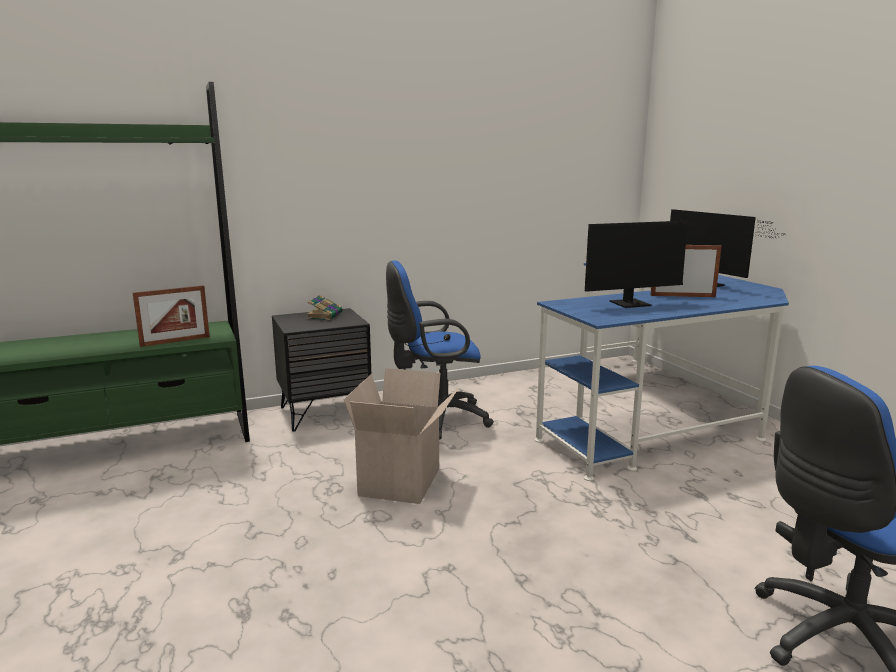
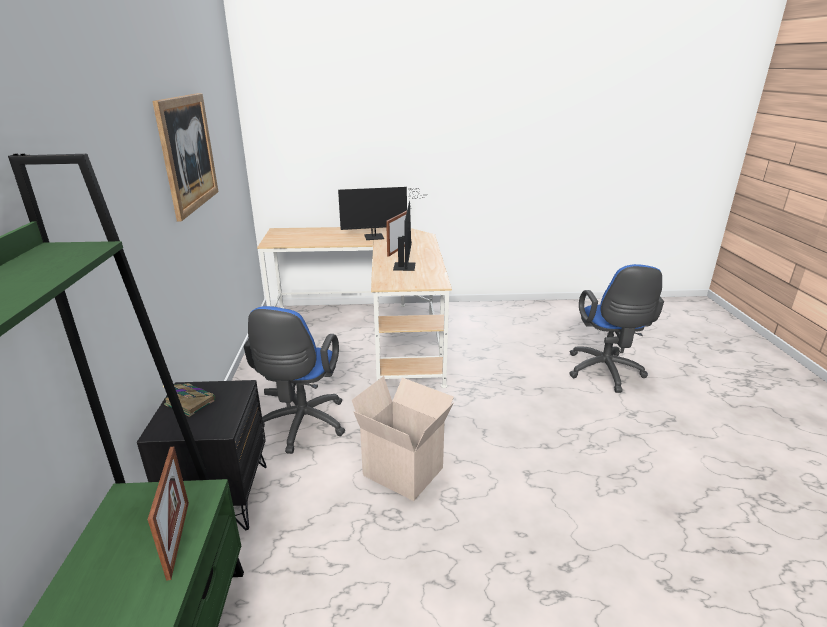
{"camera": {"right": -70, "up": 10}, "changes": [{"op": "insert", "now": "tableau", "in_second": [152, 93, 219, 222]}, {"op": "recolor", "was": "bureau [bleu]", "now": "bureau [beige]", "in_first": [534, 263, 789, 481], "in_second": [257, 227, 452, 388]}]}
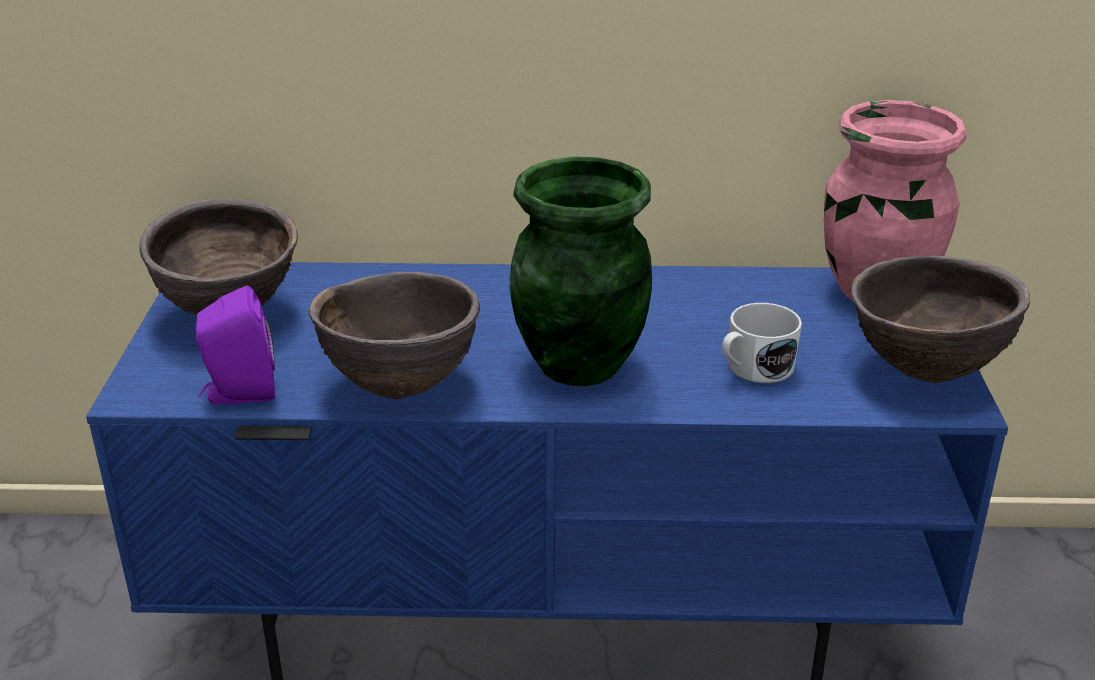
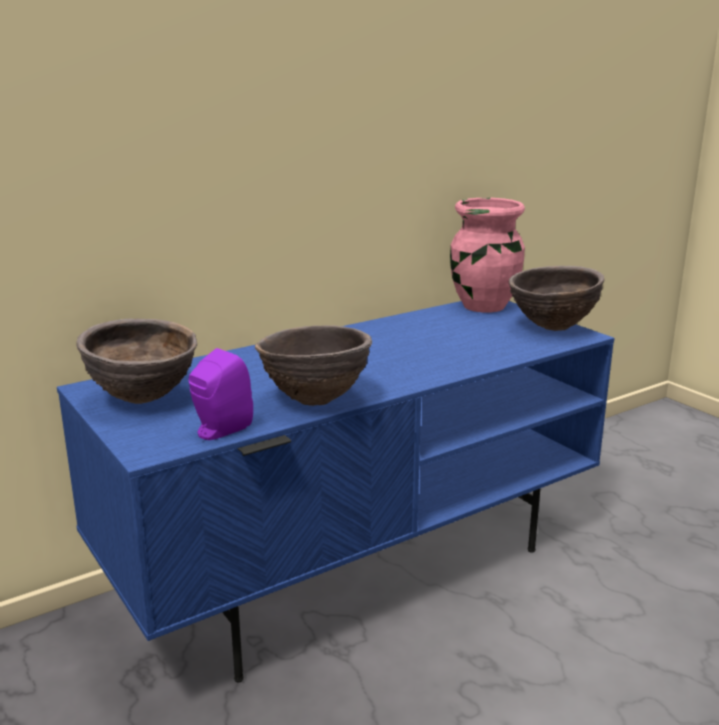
{"camera": {"right": -35, "up": -10}, "changes": [{"op": "delete", "was": "vase [vert]", "in_first": [509, 157, 652, 386]}, {"op": "delete", "was": "mug [blanc]", "in_first": [722, 303, 802, 383]}]}
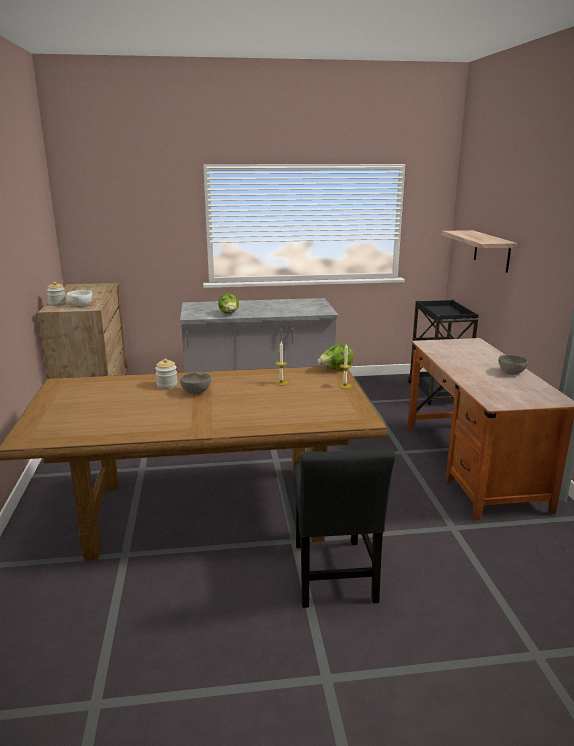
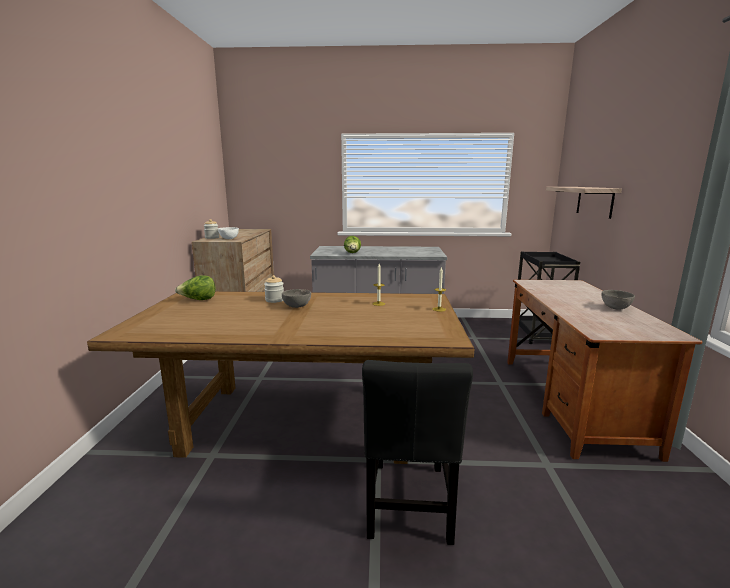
{"camera": {"right": 10, "up": -5}, "changes": [{"op": "move", "was": "laitue", "in_first": [317, 344, 354, 370], "in_second": [175, 275, 216, 300]}]}
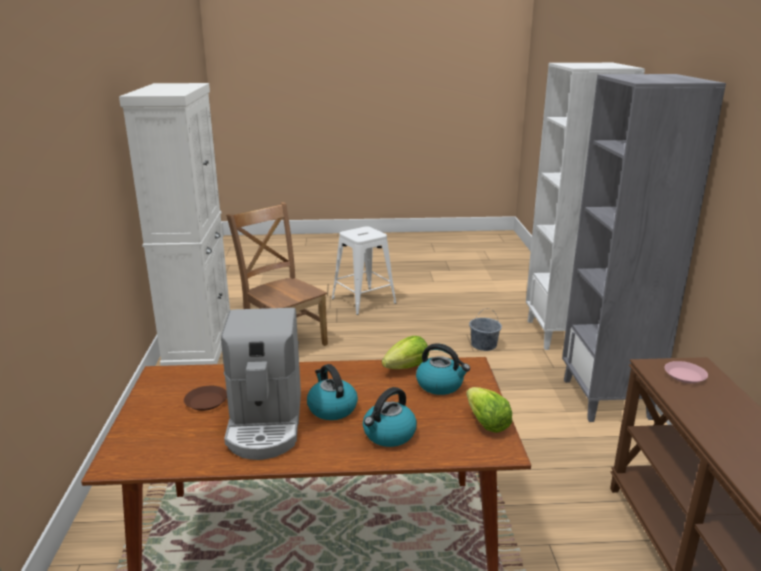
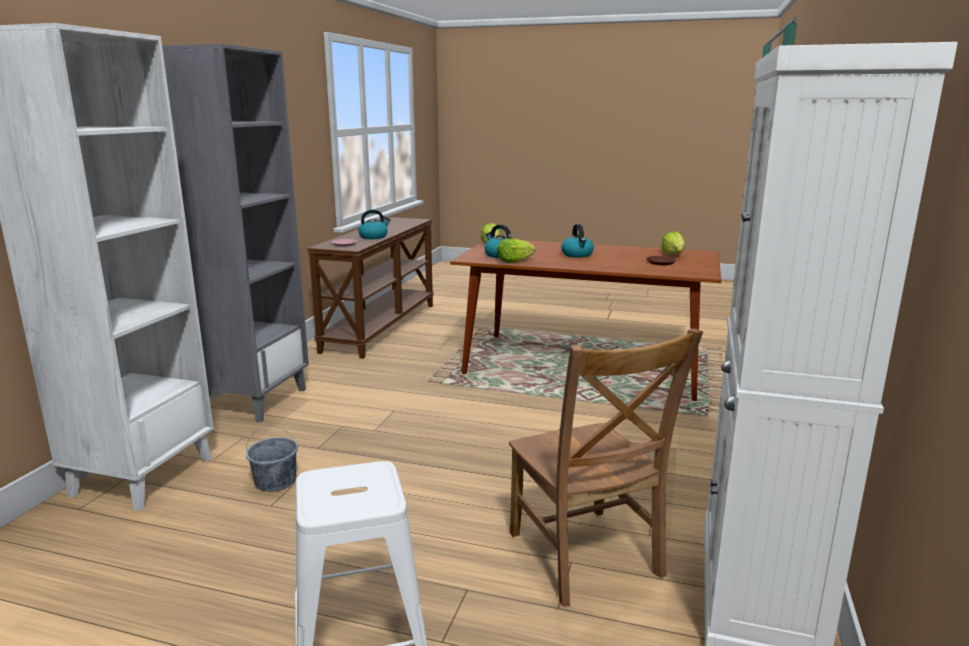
{"camera": {"right": -160, "up": -5}, "changes": [{"op": "delete", "was": "machine à café", "in_first": [221, 308, 301, 460]}, {"op": "insert", "now": "laitue", "in_second": [661, 231, 685, 255]}, {"op": "move", "was": "bouilloire", "in_first": [363, 387, 417, 447], "in_second": [358, 210, 390, 239]}]}
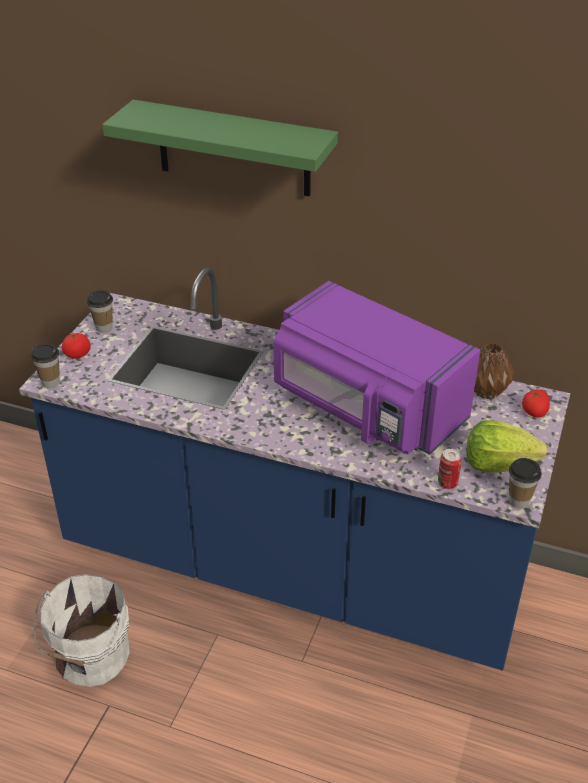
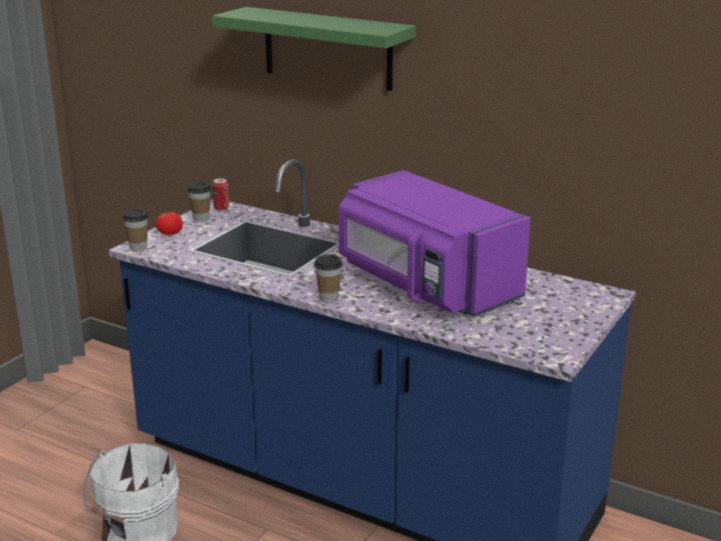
{"camera": {"right": 10, "up": -15}, "changes": [{"op": "delete", "was": "laitue", "in_first": [466, 420, 548, 473]}, {"op": "delete", "was": "vase [marron]", "in_first": [474, 343, 515, 399]}, {"op": "delete", "was": "tomate", "in_first": [522, 389, 550, 418]}, {"op": "move", "was": "boîte métallique", "in_first": [438, 449, 462, 489], "in_second": [212, 178, 229, 211]}, {"op": "move", "was": "tasse", "in_first": [509, 458, 542, 509], "in_second": [314, 255, 343, 302]}]}
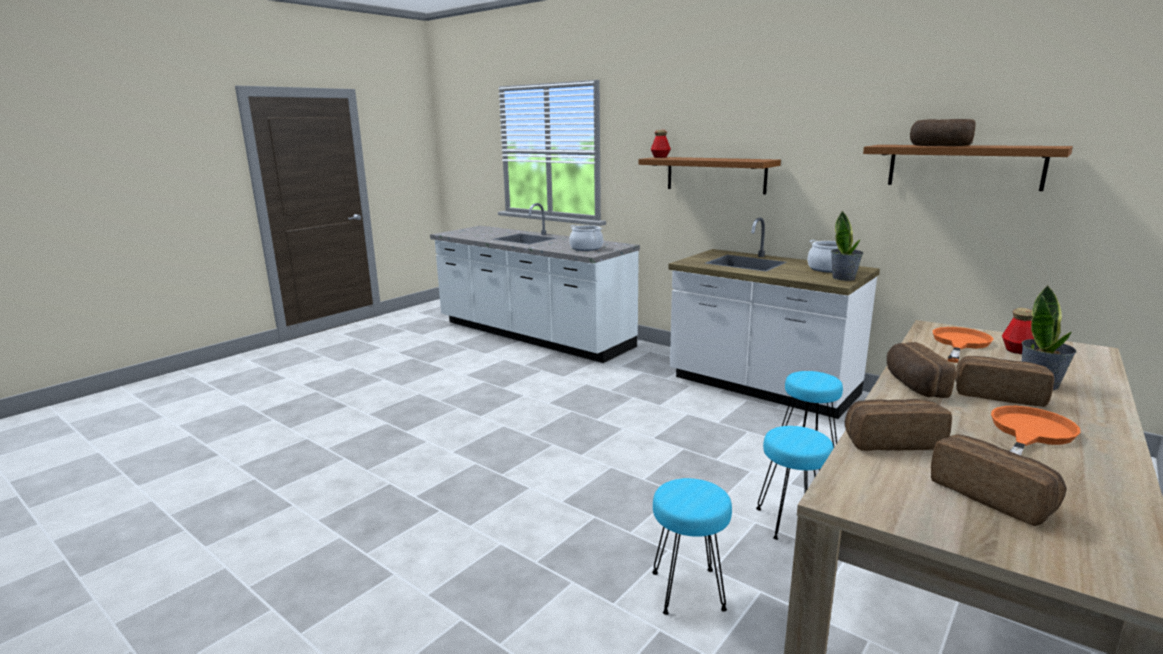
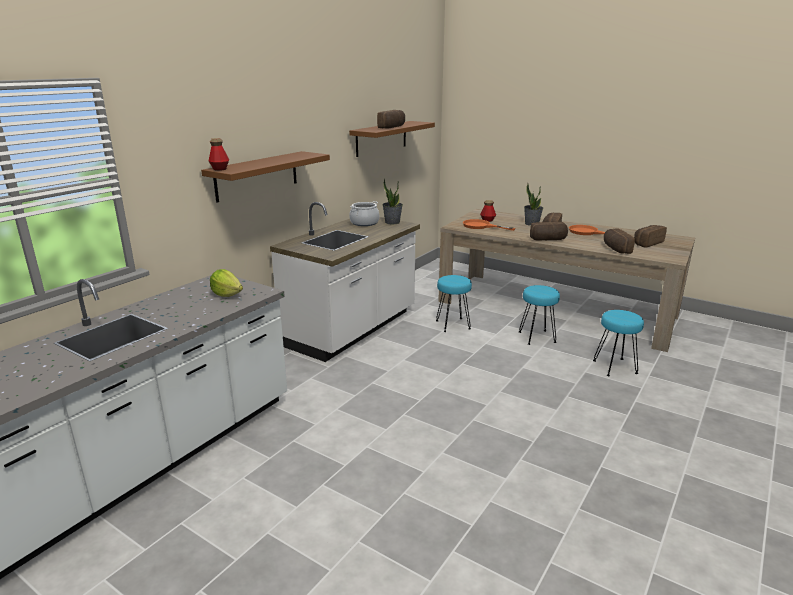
{"camera": {"right": -95, "up": 5}, "changes": [{"op": "replace", "was": "marmite", "now": "laitue", "in_first": [569, 225, 603, 251], "in_second": [210, 269, 243, 297]}]}
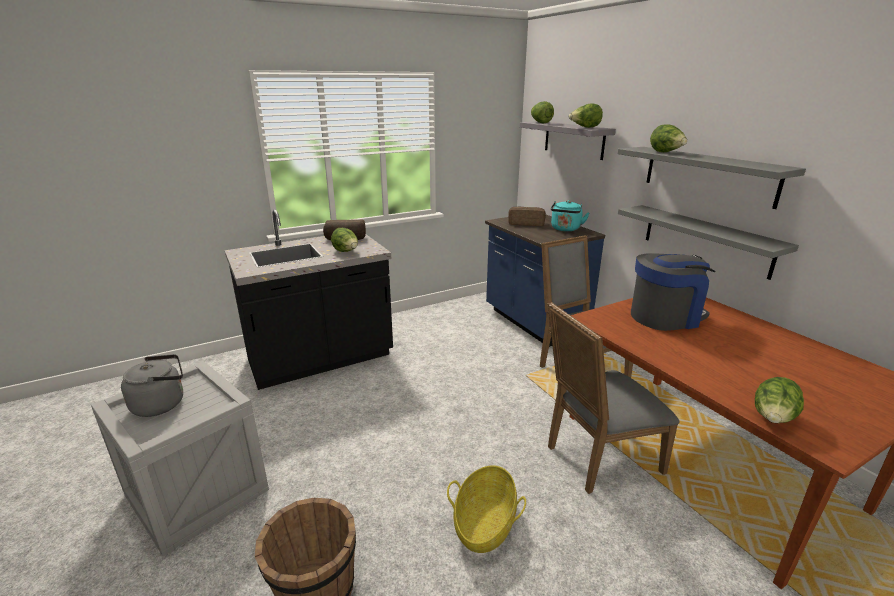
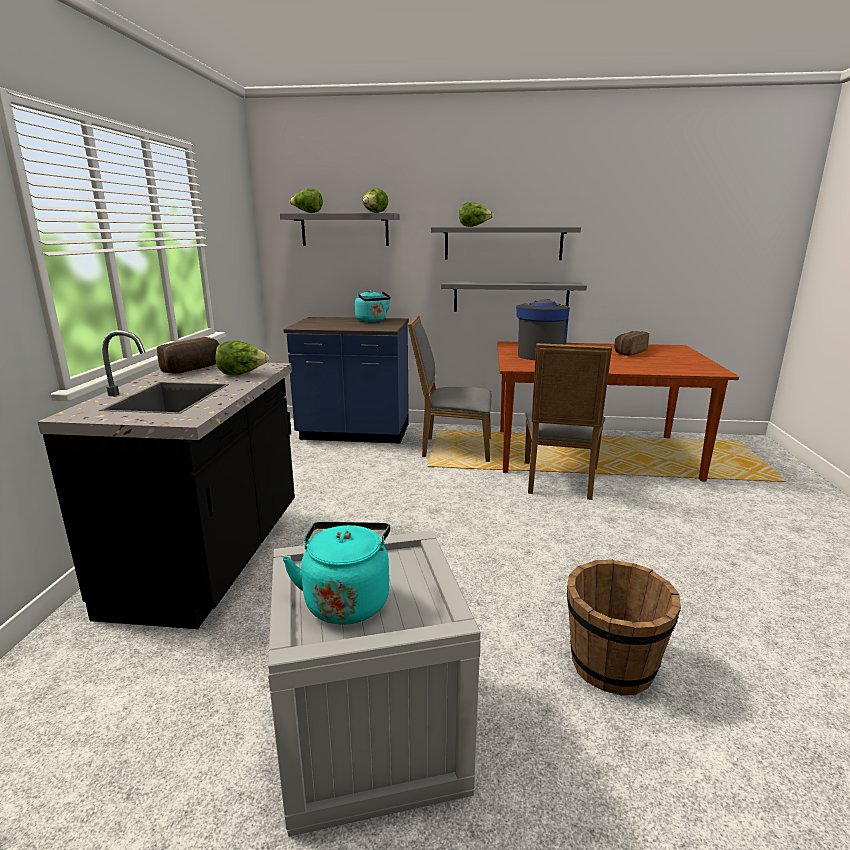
{"camera": {"right": -55, "up": -5}, "changes": [{"op": "delete", "was": "panier", "in_first": [447, 465, 526, 553]}, {"op": "delete", "was": "laitue", "in_first": [755, 377, 804, 423]}, {"op": "move", "was": "pain", "in_first": [508, 207, 546, 226], "in_second": [614, 331, 649, 356]}, {"op": "recolor", "was": "bouilloire [gris]", "now": "bouilloire [turquoise]", "in_first": [121, 354, 183, 417], "in_second": [282, 522, 390, 625]}]}
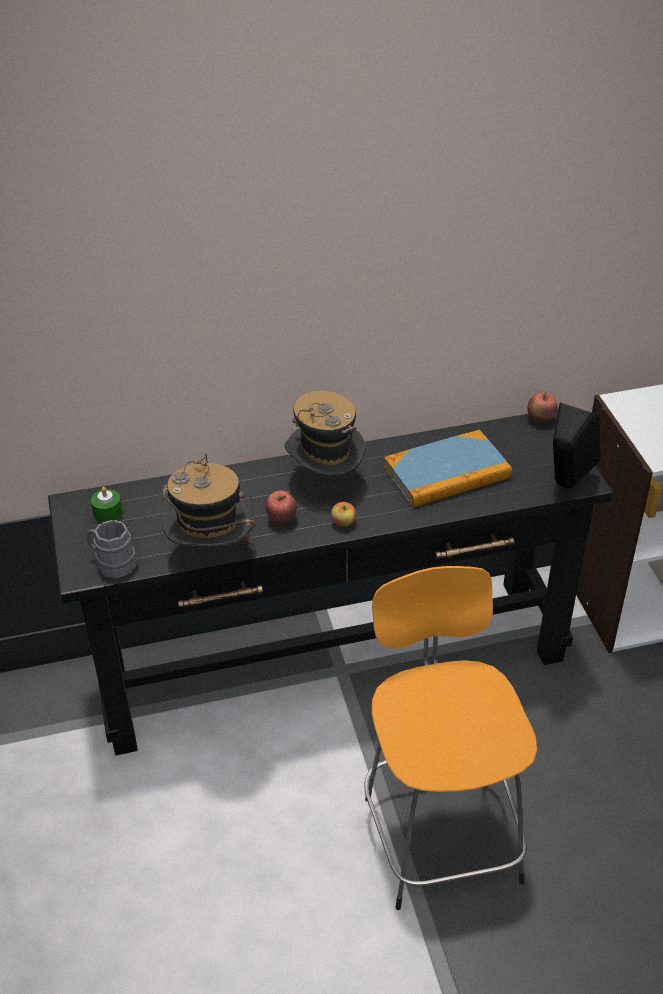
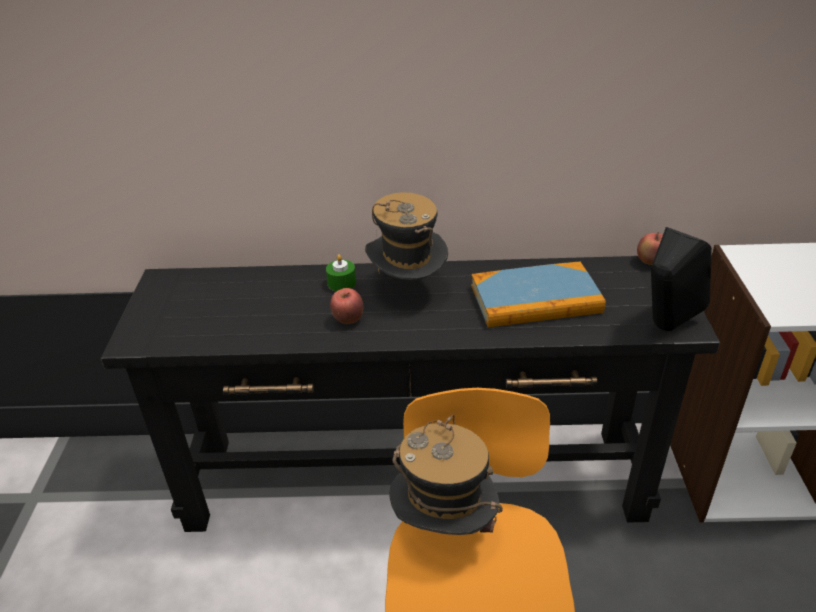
{"camera": {"right": 15, "up": -5}, "changes": [{"op": "delete", "was": "mug [gris]", "in_first": [87, 520, 136, 579]}, {"op": "delete", "was": "pomme", "in_first": [331, 502, 356, 527]}, {"op": "move", "was": "bougie [vert]", "in_first": [91, 487, 123, 523], "in_second": [326, 254, 356, 291]}, {"op": "move", "was": "chapeau", "in_first": [162, 453, 256, 546], "in_second": [389, 414, 503, 535]}]}
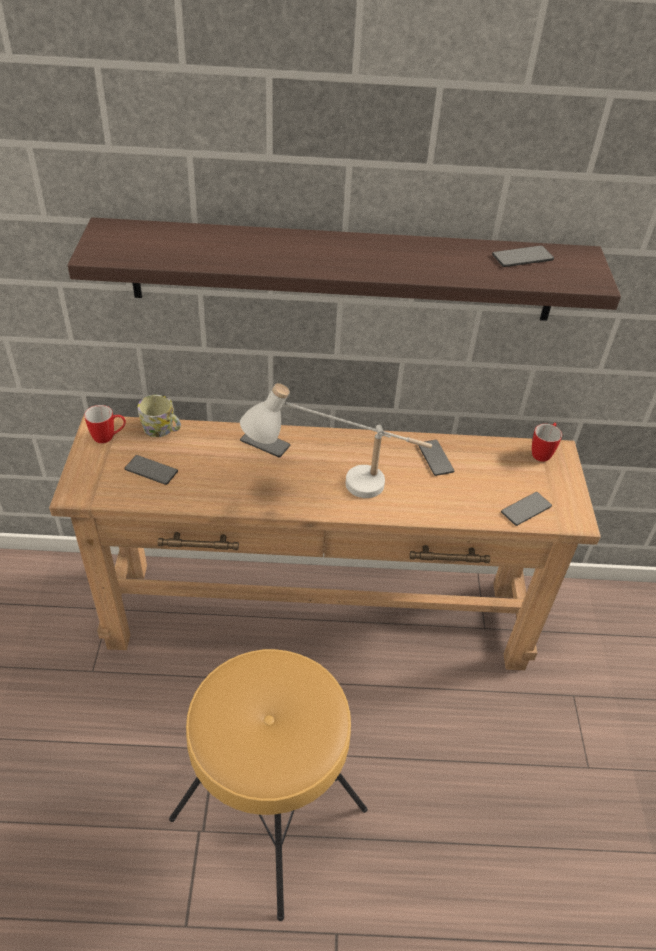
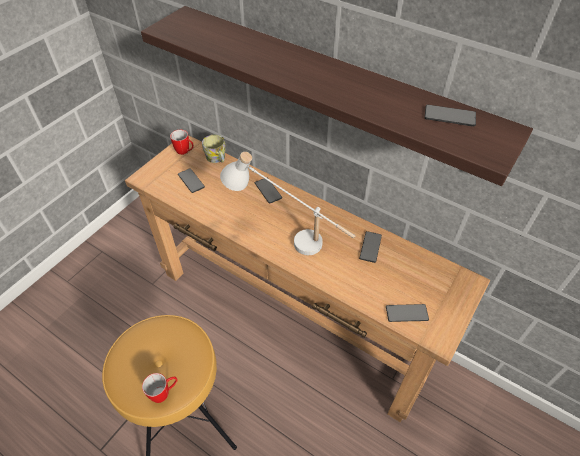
{"camera": {"right": 35, "up": 5}, "changes": [{"op": "move", "was": "mug", "in_first": [532, 423, 562, 462], "in_second": [142, 373, 178, 403]}]}
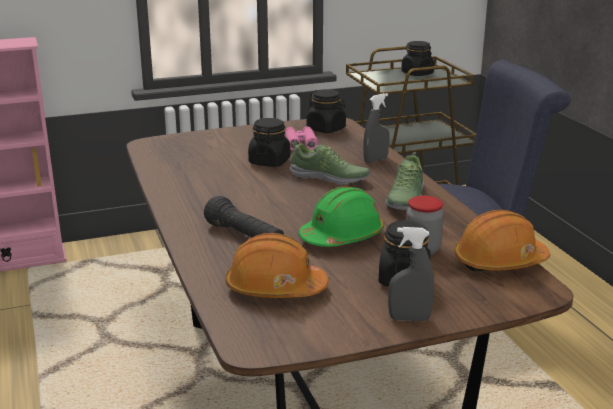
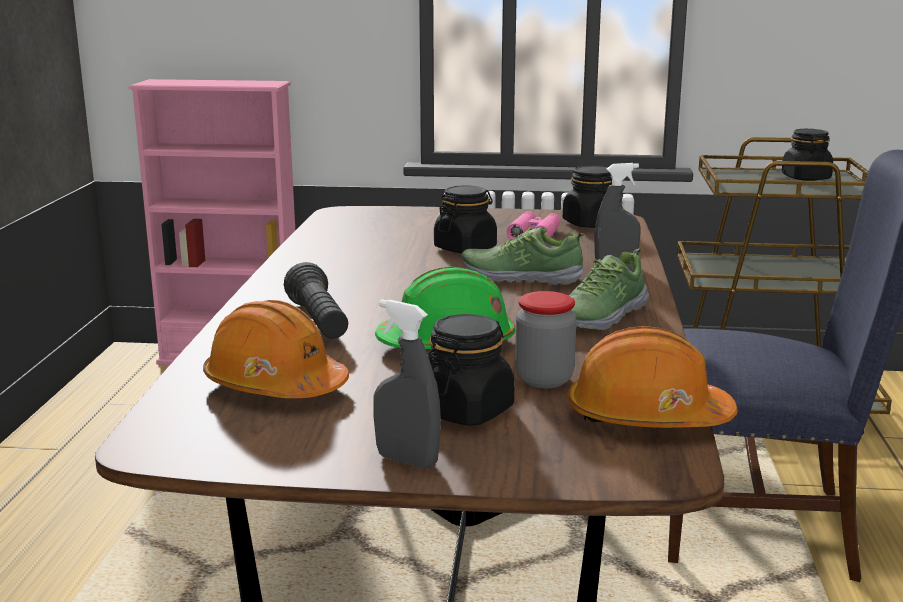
{"camera": {"right": 25, "up": -5}, "changes": [{"op": "rotate", "was": "chaussure", "in_first": [290, 142, 370, 185], "in_second": [462, 227, 585, 285], "clockwise": 150}]}
